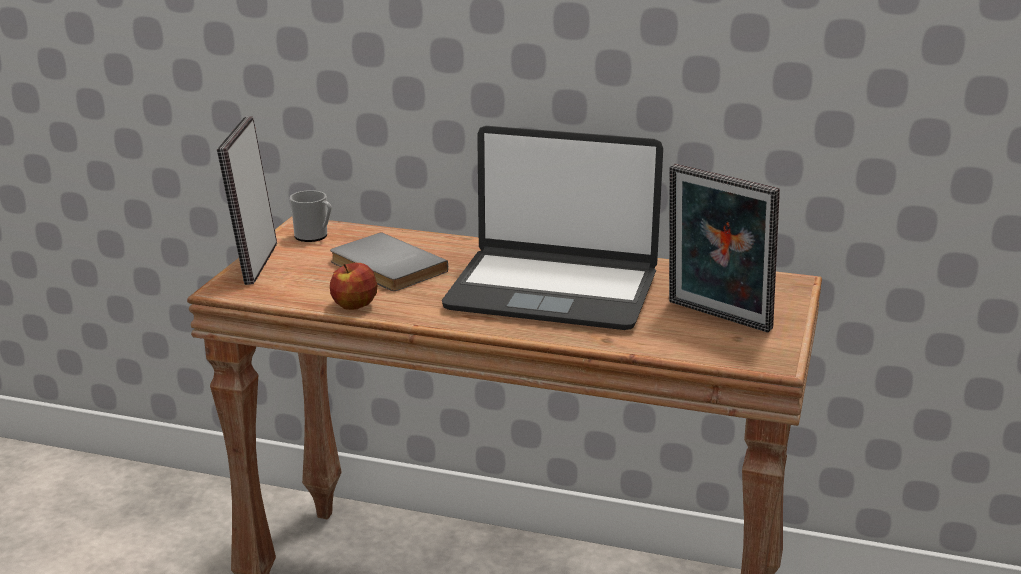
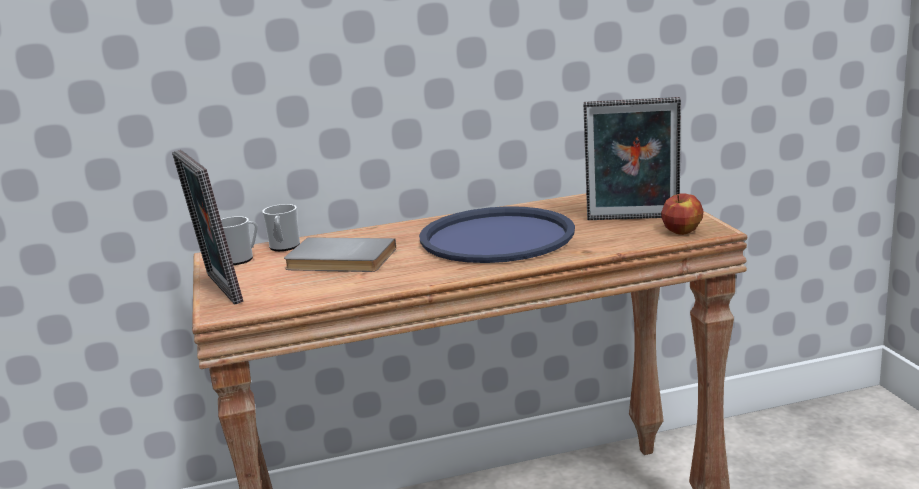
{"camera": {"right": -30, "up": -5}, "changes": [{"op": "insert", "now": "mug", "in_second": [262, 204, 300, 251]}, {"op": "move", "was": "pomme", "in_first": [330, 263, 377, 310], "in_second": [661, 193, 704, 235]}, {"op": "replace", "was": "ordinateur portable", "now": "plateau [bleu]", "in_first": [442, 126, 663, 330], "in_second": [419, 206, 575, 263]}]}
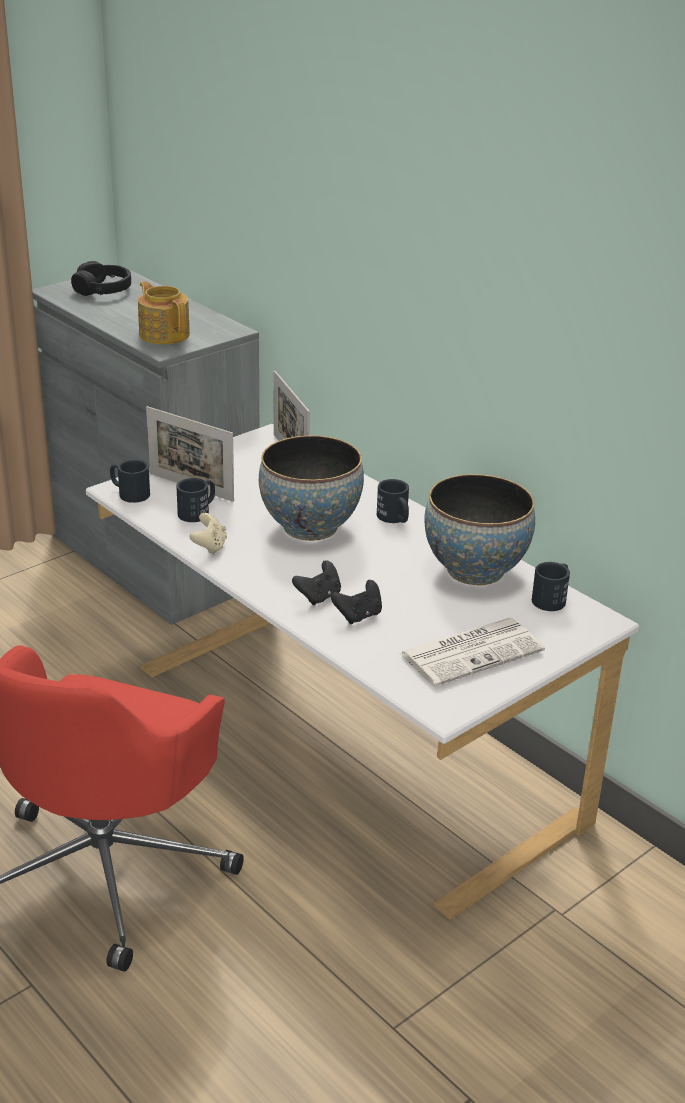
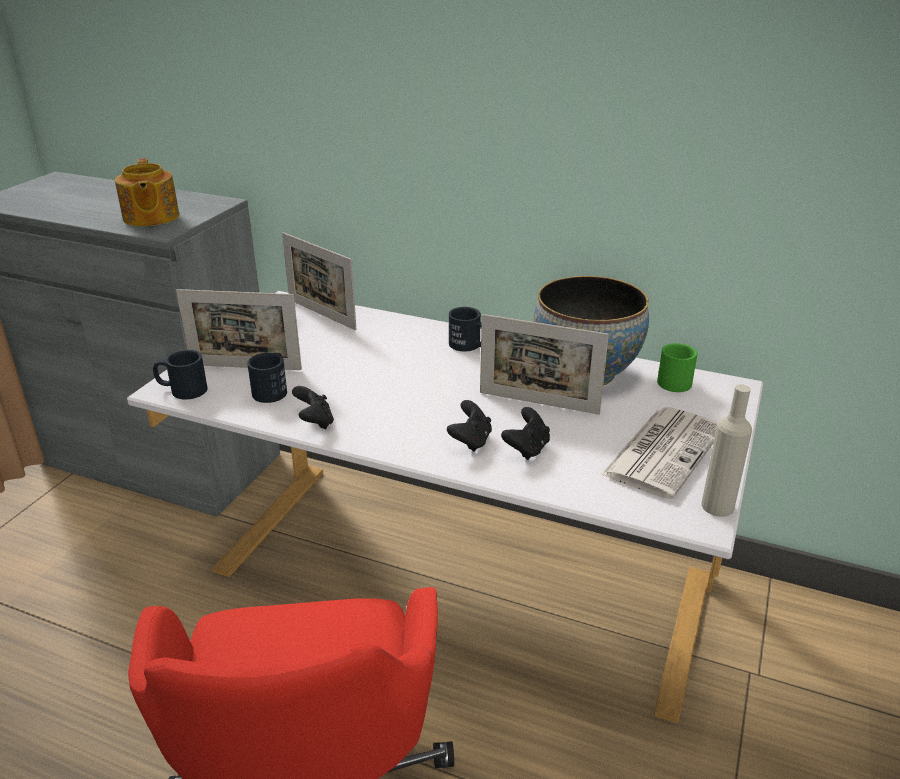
{"camera": {"right": -25, "up": 0}, "changes": [{"op": "delete", "was": "casque audio [noir]", "in_first": [71, 261, 131, 296]}, {"op": "delete", "was": "bol", "in_first": [259, 435, 364, 541]}, {"op": "insert", "now": "cadre photo", "in_second": [480, 314, 609, 415]}, {"op": "insert", "now": "bouteille [beige]", "in_second": [701, 384, 752, 517]}, {"op": "recolor", "was": "manette [beige]", "now": "manette [noir]", "in_first": [190, 513, 227, 555], "in_second": [292, 386, 334, 429]}, {"op": "recolor", "was": "mug [noir]", "now": "mug [vert]", "in_first": [532, 562, 570, 611], "in_second": [657, 343, 698, 392]}, {"op": "rotate", "was": "théière", "in_first": [138, 281, 190, 344], "in_second": [115, 158, 180, 226], "clockwise": -135}]}
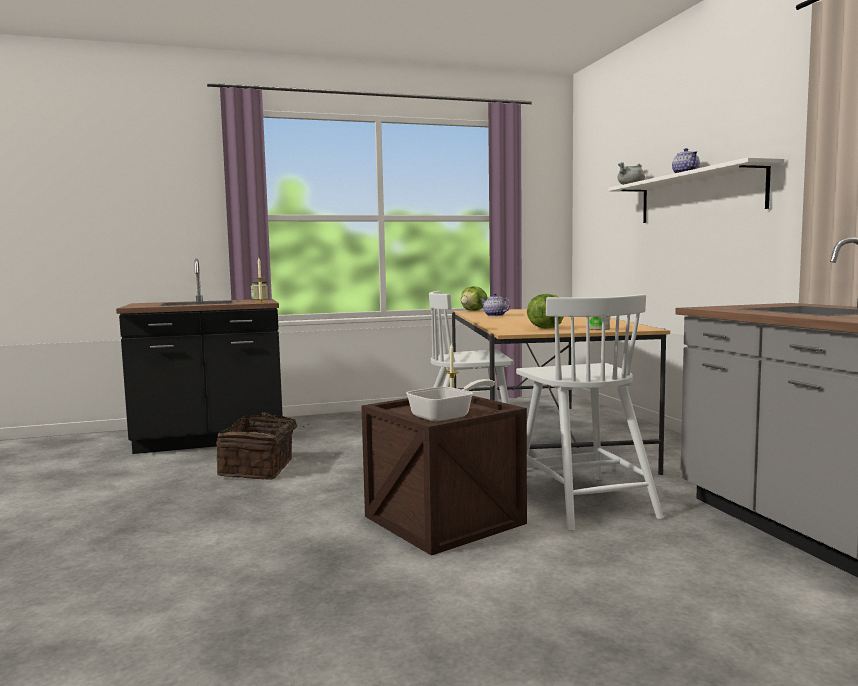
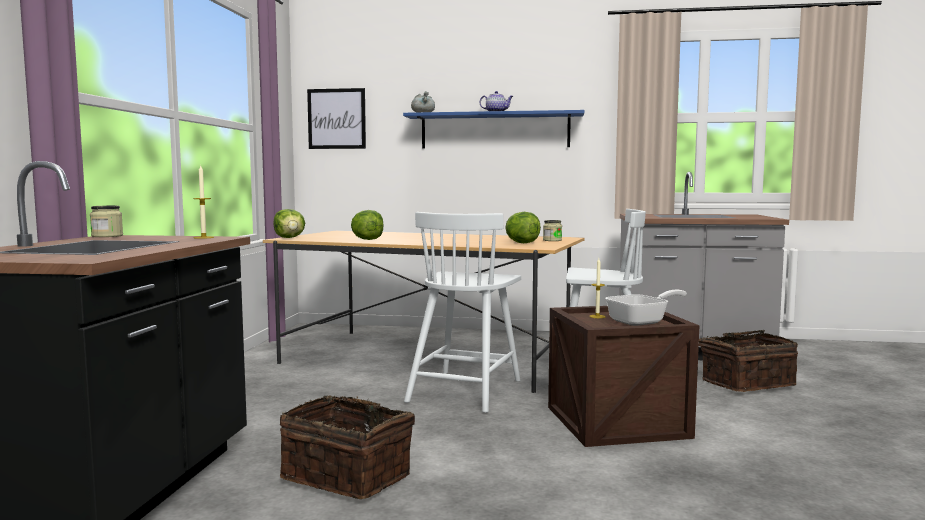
{"camera": {"right": -65, "up": 0}, "changes": [{"op": "insert", "now": "tableau", "in_second": [307, 88, 366, 149]}, {"op": "insert", "now": "panier", "in_second": [699, 330, 798, 392]}, {"op": "replace", "was": "théière", "now": "laitue", "in_first": [481, 293, 511, 316], "in_second": [351, 210, 384, 240]}, {"op": "recolor", "was": "étagère [blanc]", "now": "étagère [bleu]", "in_first": [608, 157, 785, 223], "in_second": [403, 110, 584, 148]}, {"op": "rotate", "was": "poêle", "in_first": [406, 379, 495, 423], "in_second": [605, 290, 687, 326], "clockwise": 75}]}
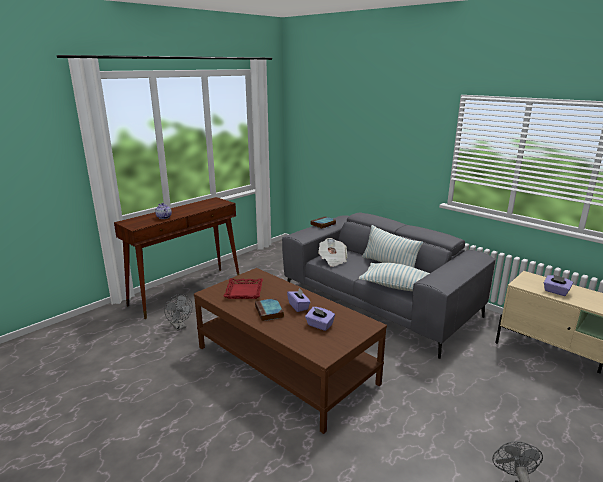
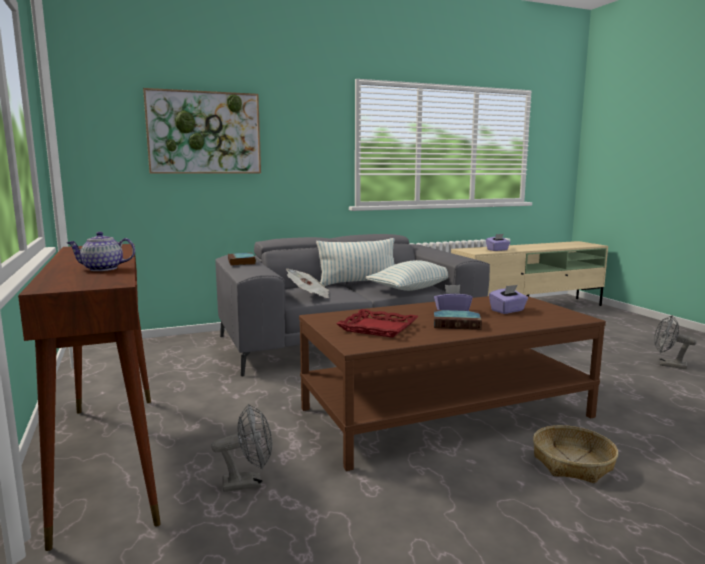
{"camera": {"right": -65, "up": -10}, "changes": [{"op": "insert", "now": "tableau", "in_second": [143, 88, 261, 174]}, {"op": "insert", "now": "panier", "in_second": [533, 425, 618, 483]}]}
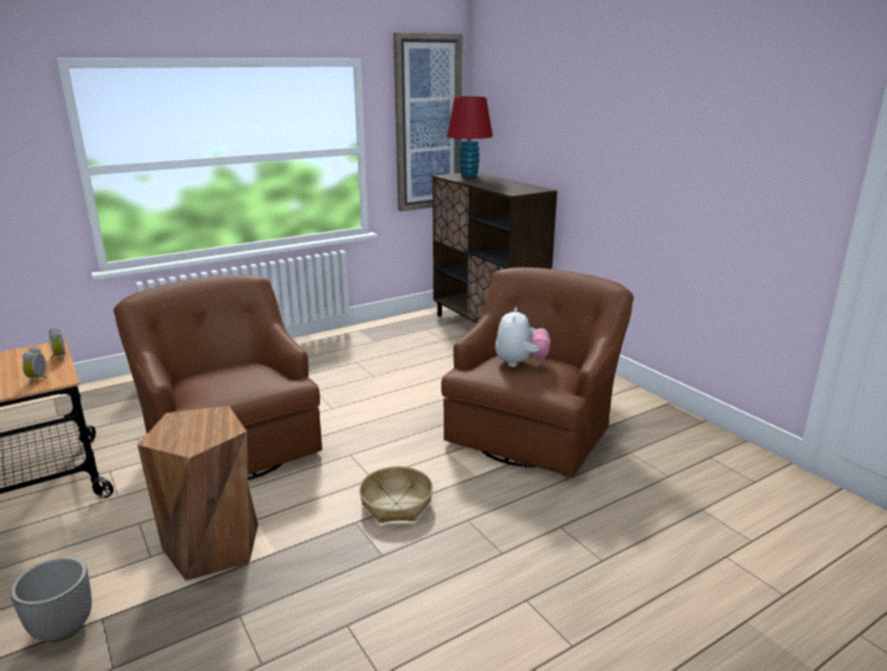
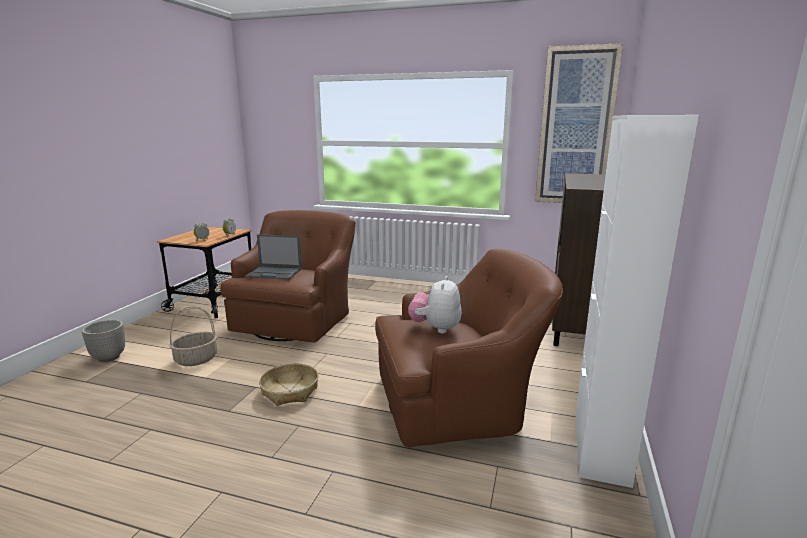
{"camera": {"right": 50, "up": -5}, "changes": [{"op": "delete", "was": "lampe de table [rouge]", "in_first": [447, 96, 493, 177]}, {"op": "insert", "now": "ordinateur portable", "in_second": [245, 234, 302, 280]}, {"op": "insert", "now": "meuble de rangement [blanc]", "in_second": [575, 115, 699, 488]}, {"op": "replace", "was": "tabouret [marron]", "now": "panier", "in_first": [137, 406, 258, 581], "in_second": [170, 306, 217, 366]}, {"op": "rotate", "was": "peluche", "in_first": [495, 307, 550, 367], "in_second": [408, 276, 462, 333], "clockwise": 135}]}
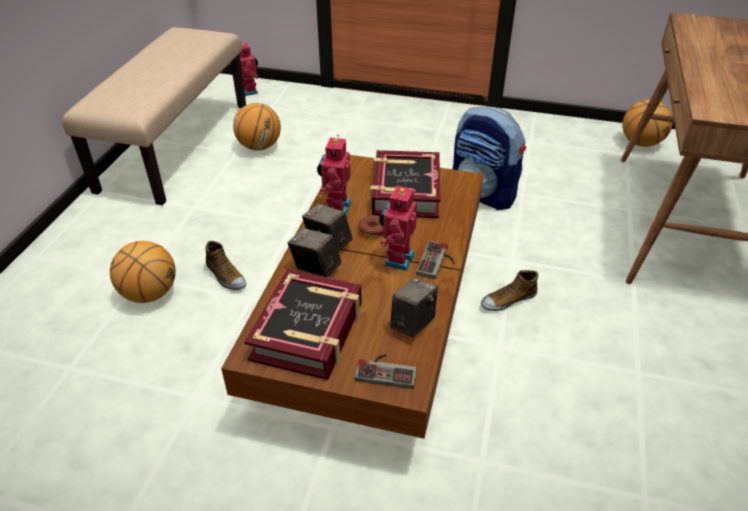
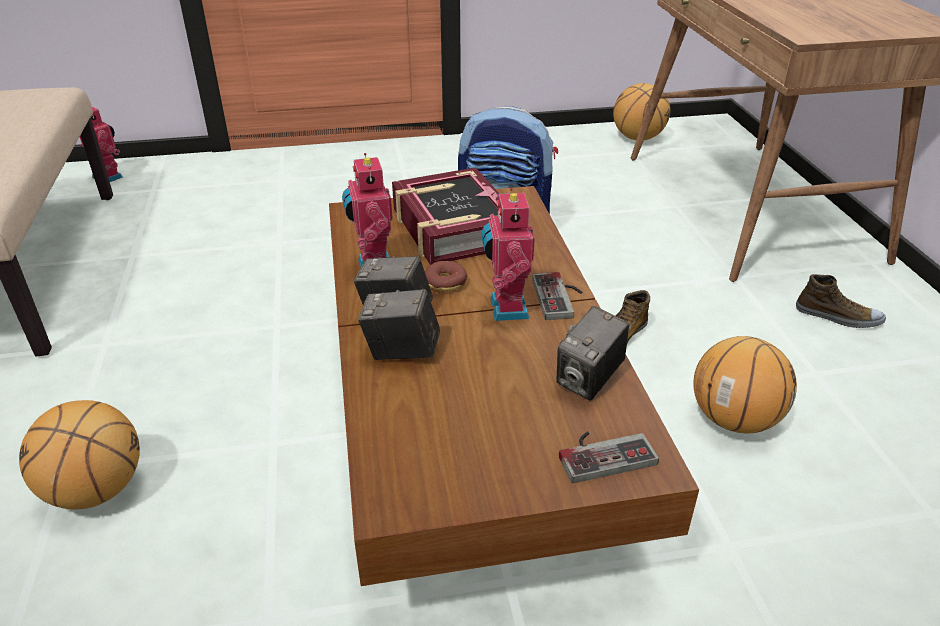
{"camera": {"right": -25, "up": -5}, "changes": [{"op": "delete", "was": "livre", "in_first": [244, 269, 362, 380]}, {"op": "move", "was": "chaussure", "in_first": [206, 241, 246, 290], "in_second": [796, 274, 886, 328]}, {"op": "move", "was": "ballon de basket", "in_first": [233, 103, 281, 151], "in_second": [693, 336, 797, 433]}, {"op": "rotate", "was": "appareil photo", "in_first": [390, 278, 438, 337], "in_second": [556, 306, 629, 401], "clockwise": -150}]}
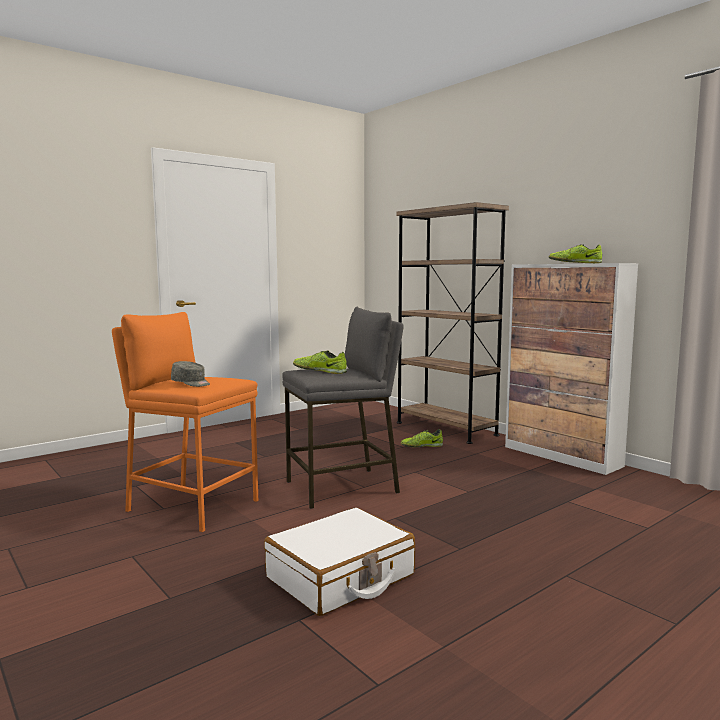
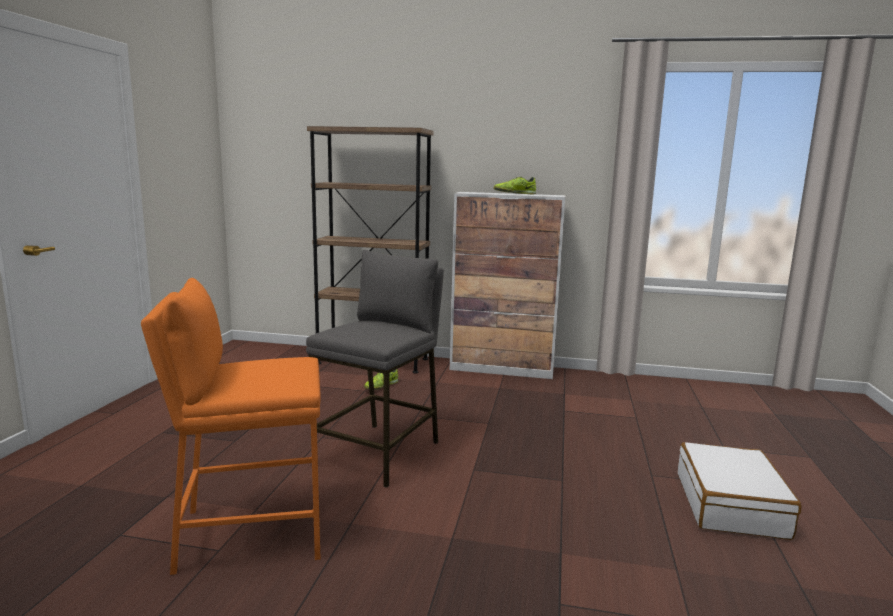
{"camera": {"right": -40, "up": 5}, "changes": [{"op": "delete", "was": "casquette [gris]", "in_first": [171, 361, 210, 387]}, {"op": "delete", "was": "chaussure", "in_first": [293, 350, 347, 374]}, {"op": "move", "was": "valise [blanc]", "in_first": [264, 508, 415, 616], "in_second": [678, 442, 801, 540]}]}
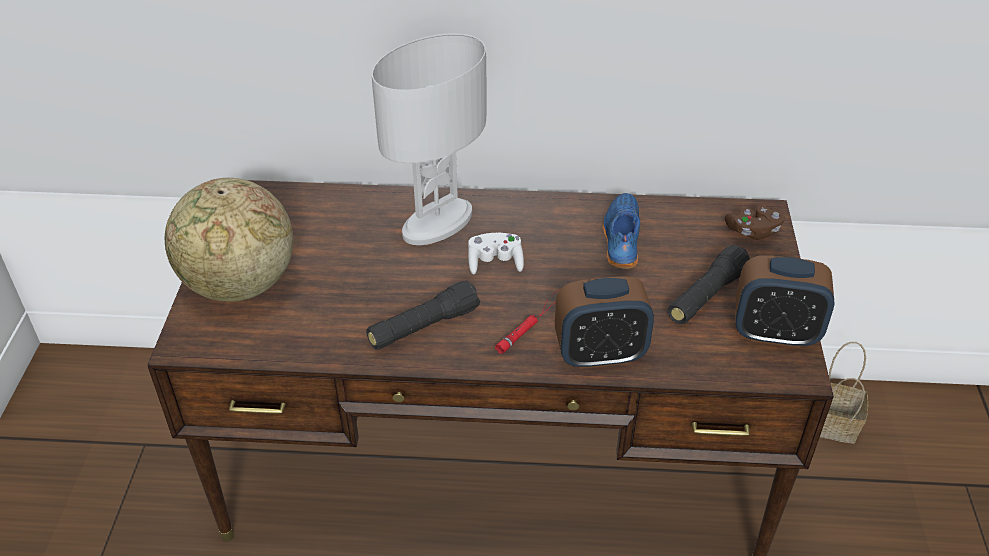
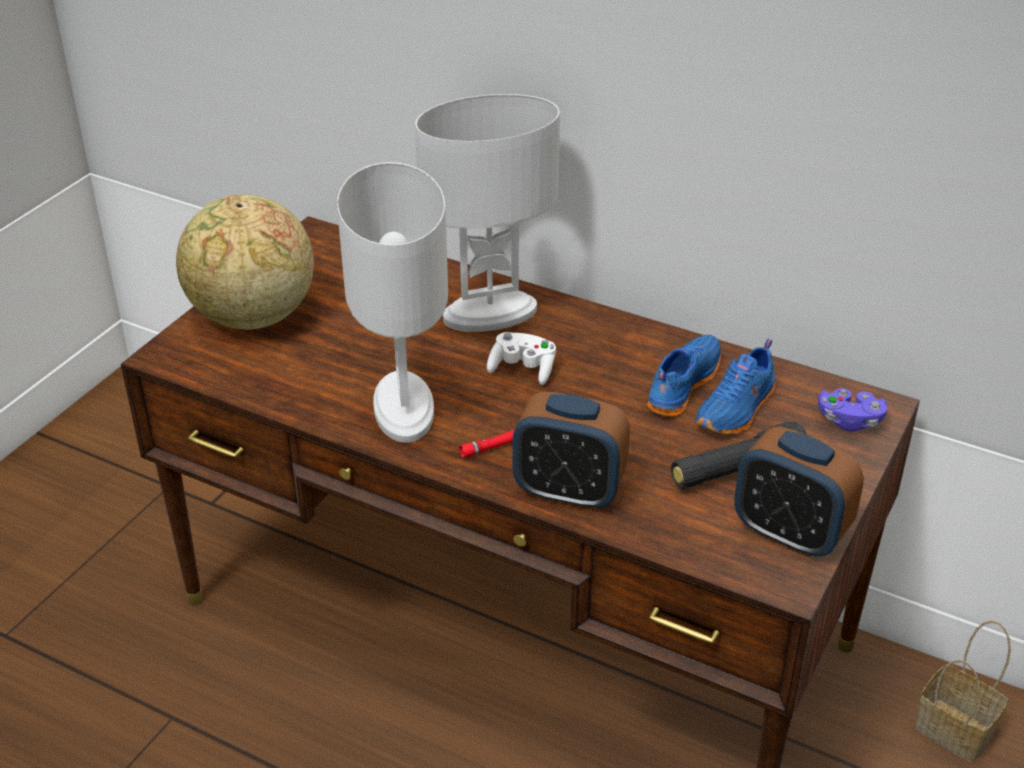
{"camera": {"right": 25, "up": -5}, "changes": [{"op": "insert", "now": "chaussure [bleu]", "in_second": [695, 339, 775, 435]}, {"op": "replace", "was": "lampe de poche [noir]", "now": "lampe de table [blanc]", "in_first": [366, 281, 480, 350], "in_second": [337, 162, 448, 443]}, {"op": "recolor", "was": "manette [marron]", "now": "manette [violet]", "in_first": [725, 206, 785, 240], "in_second": [818, 388, 887, 432]}]}
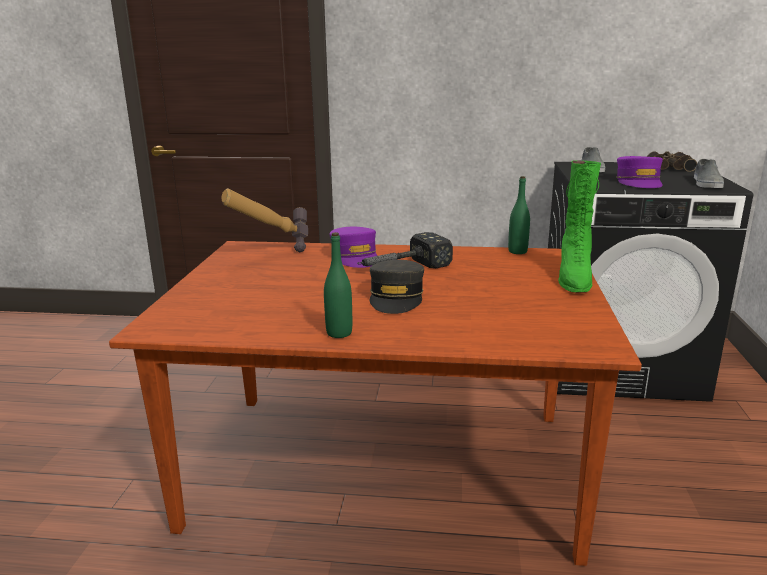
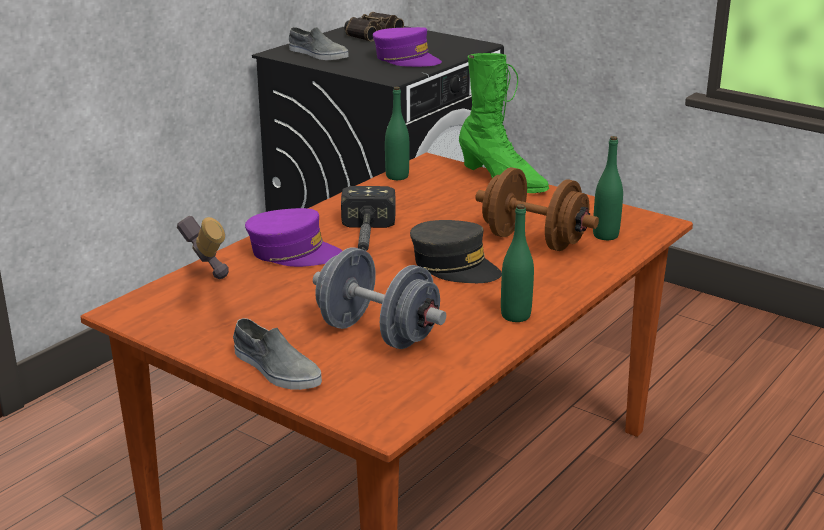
{"camera": {"right": -60, "up": 5}, "changes": [{"op": "insert", "now": "haltère [gris]", "in_second": [313, 247, 446, 349]}, {"op": "insert", "now": "haltère [marron]", "in_second": [475, 167, 599, 251]}, {"op": "insert", "now": "bouteille [vert]", "in_second": [593, 136, 623, 240]}, {"op": "move", "was": "chaussure [gris]", "in_first": [694, 159, 724, 188], "in_second": [233, 318, 322, 390]}]}
